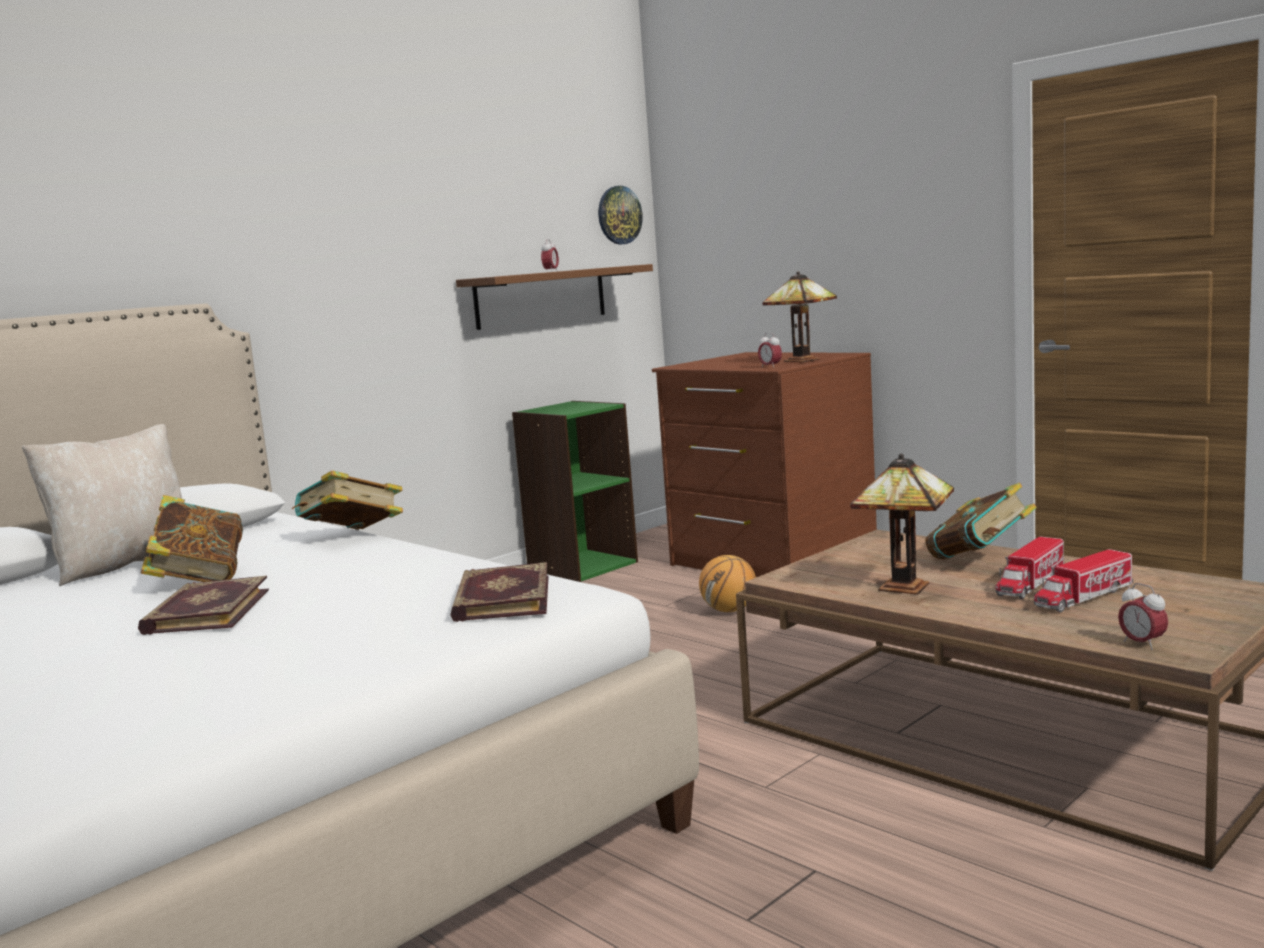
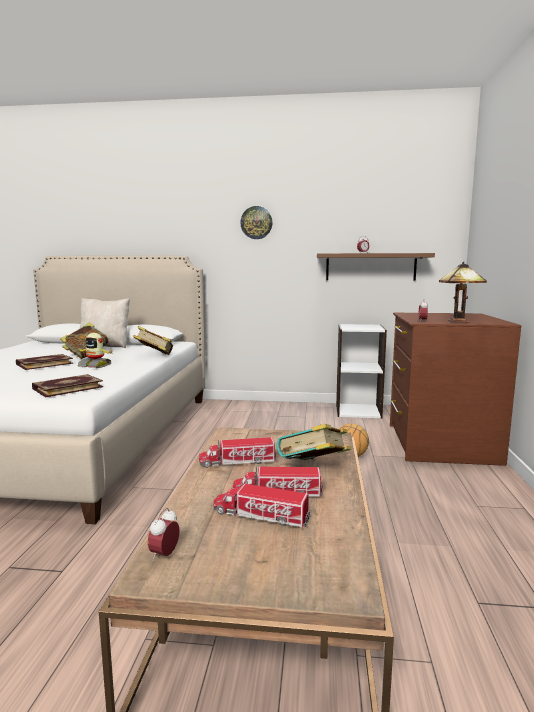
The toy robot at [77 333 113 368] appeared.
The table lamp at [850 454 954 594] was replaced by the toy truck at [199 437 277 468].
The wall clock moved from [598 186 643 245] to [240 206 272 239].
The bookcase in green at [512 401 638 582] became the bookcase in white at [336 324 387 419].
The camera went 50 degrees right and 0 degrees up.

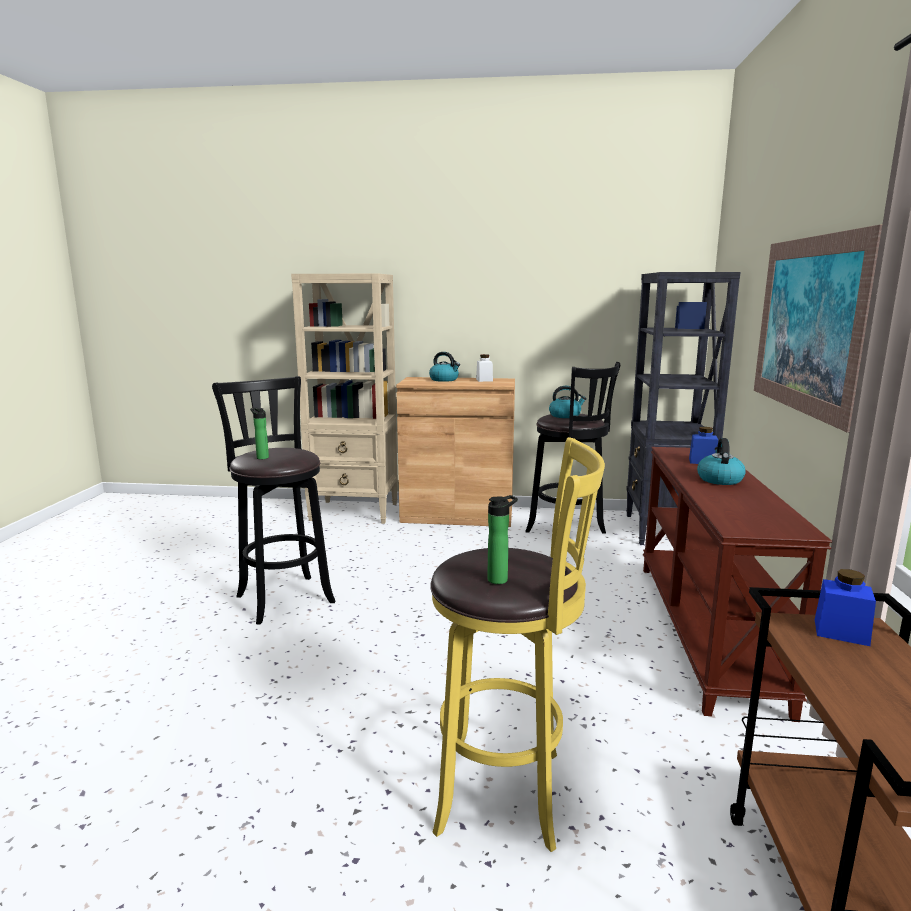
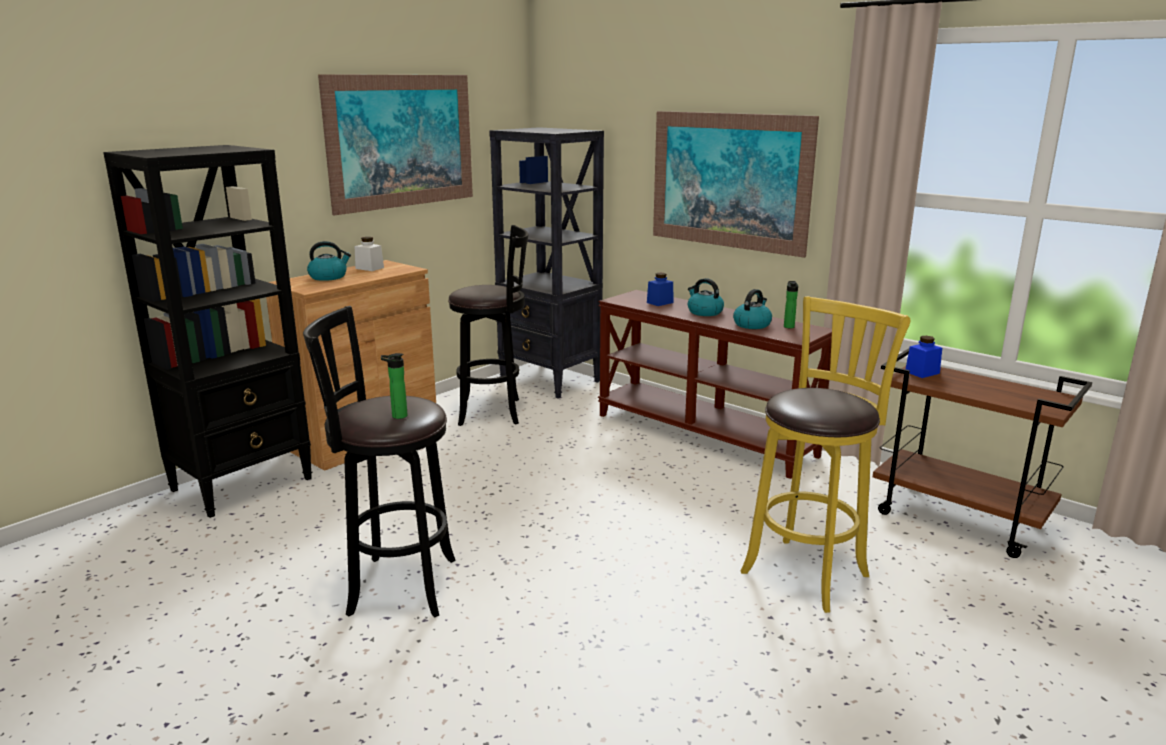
The bookcase in beige at [291 274 398 524] became the bookcase in black at [103 145 312 518].
The picture at [318 74 473 215] appeared.
The kettle moved from [549 386 587 418] to [733 289 772 329].
The bottle moved from [487 495 518 584] to [784 281 798 328].
The camera went 55 degrees left and 5 degrees up.

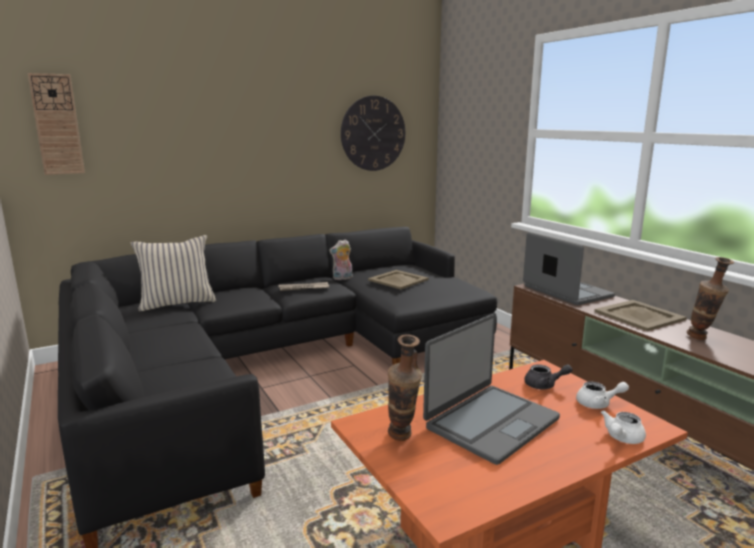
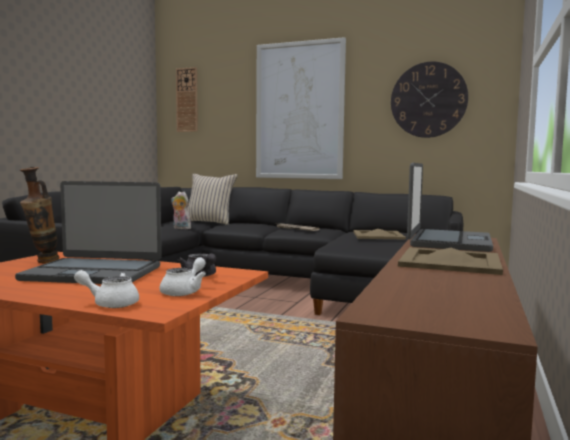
The teapot in white at [576 382 629 409] turned 120 degrees counterclockwise.
The plush toy moved from [329 239 352 280] to [171 191 191 229].
The picture at [256 37 346 179] appeared.
The vase at [687 257 734 340] disappeared.
The camera went 50 degrees right and 10 degrees down.

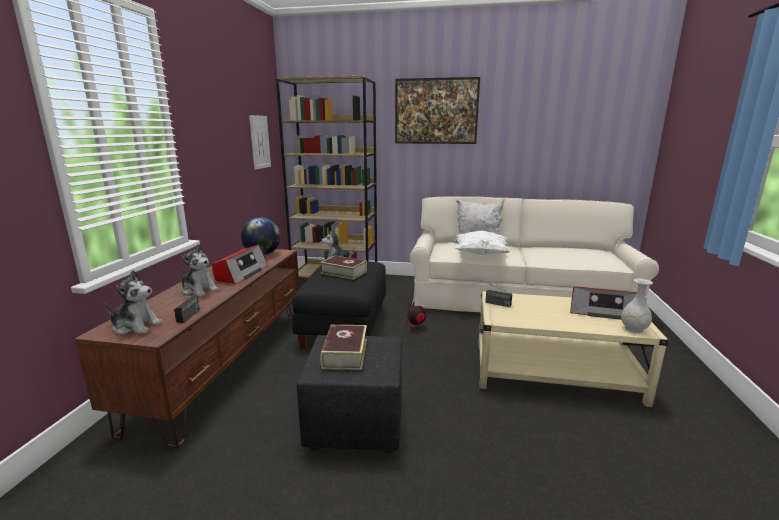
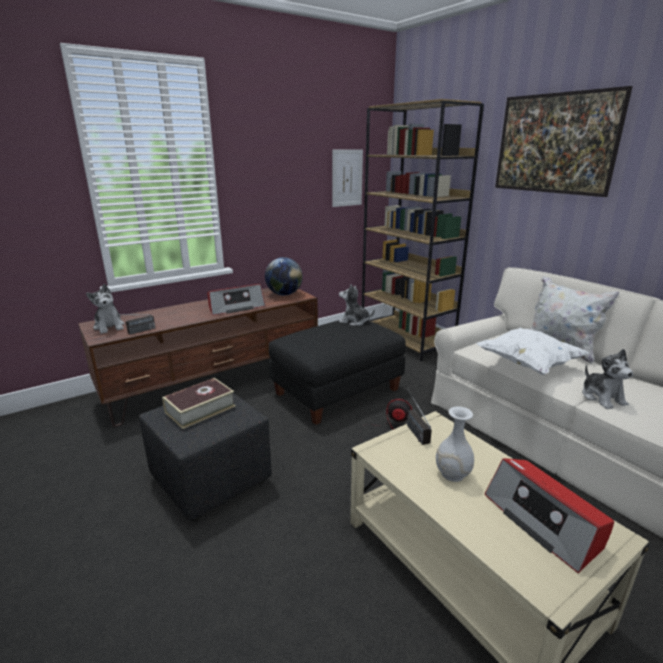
The vase in white moved from [621 278 653 333] to [436 406 474 482].
The plush toy moved from [182 244 219 297] to [582 349 633 409].
The book at [320 255 367 280] disappeared.
The camera went 45 degrees right and 5 degrees up.

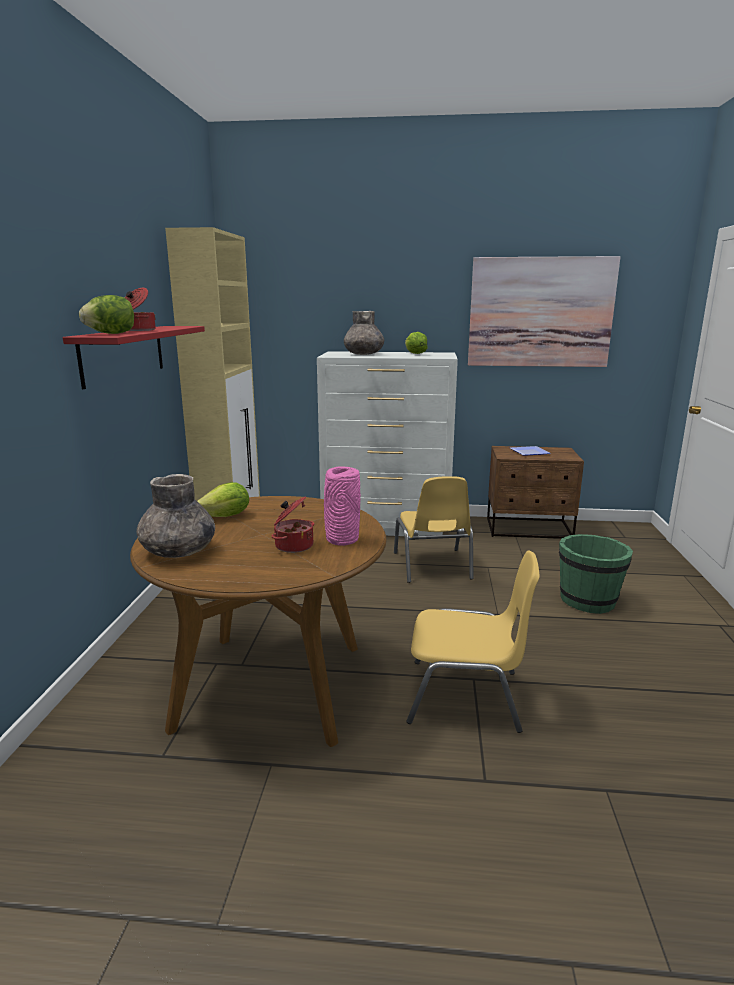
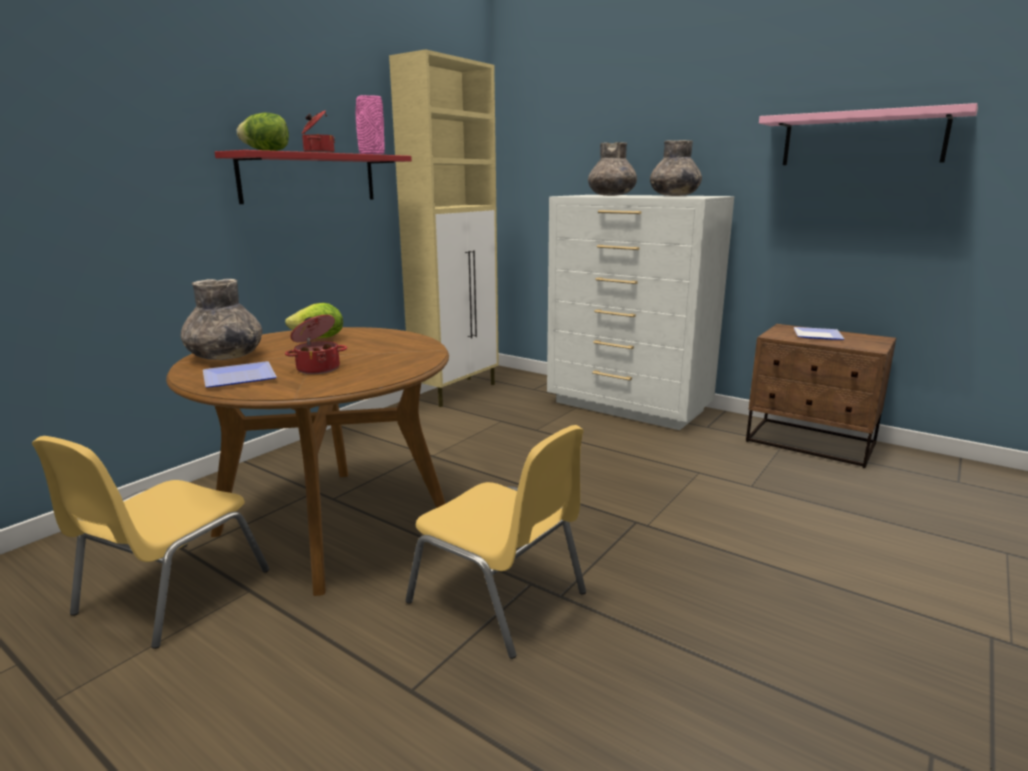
The chair in yellow moved from [394 476 474 583] to [32 436 269 649].
The plate at [203 361 277 388] appeared.
The vase in pink moved from [324 466 361 546] to [356 95 385 154].
The lettuce at [405 332 428 354] was replaced by the vase in grey at [650 140 702 196].
The picture at [468 256 620 367] was replaced by the shelf in pink at [759 103 978 165].
The bucket in green at [559 534 633 614] disappeared.
The camera went 30 degrees right and 0 degrees up.

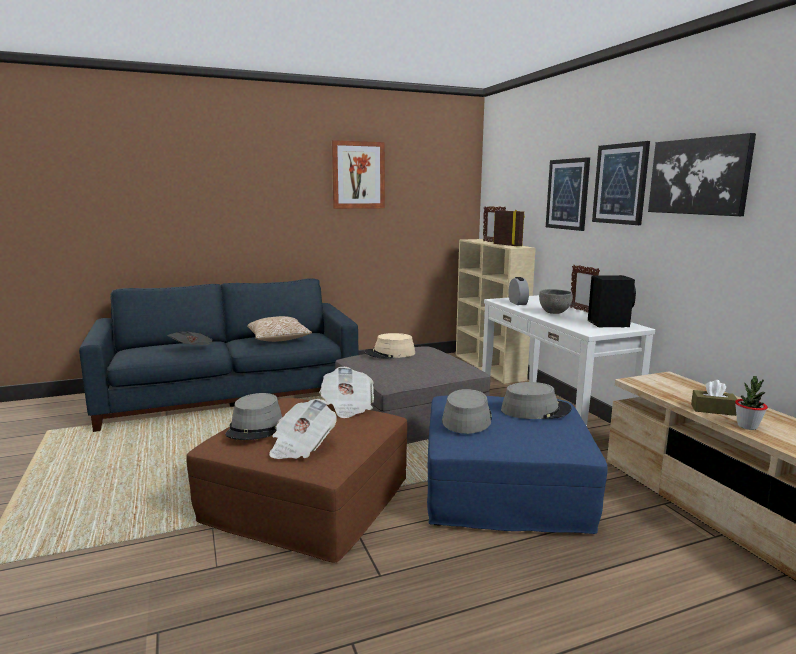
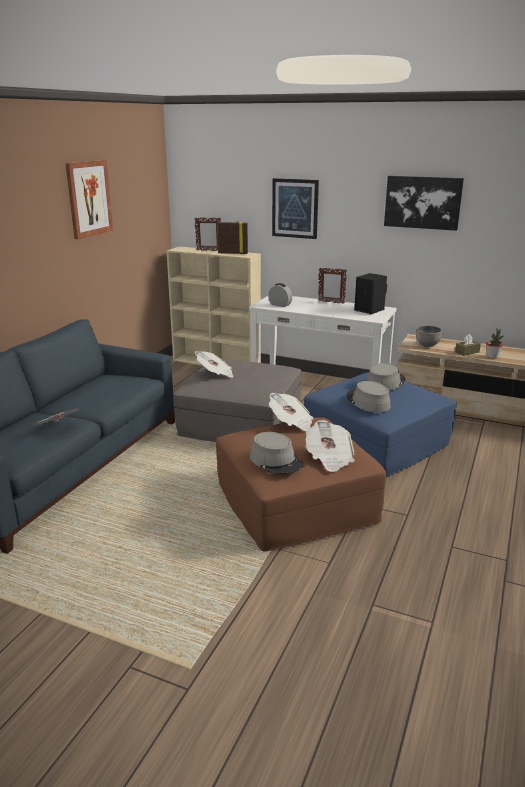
The hat in beige at [364 333 415 359] was replaced by the newspaper at [195 351 233 378].
The bowl in grey moved from [539 289 573 314] to [416 326 442 347].
The pillow at [247 316 312 342] disappeared.
The picture at [592 141 650 225] disappeared.
The camera went 45 degrees left and 10 degrees up.

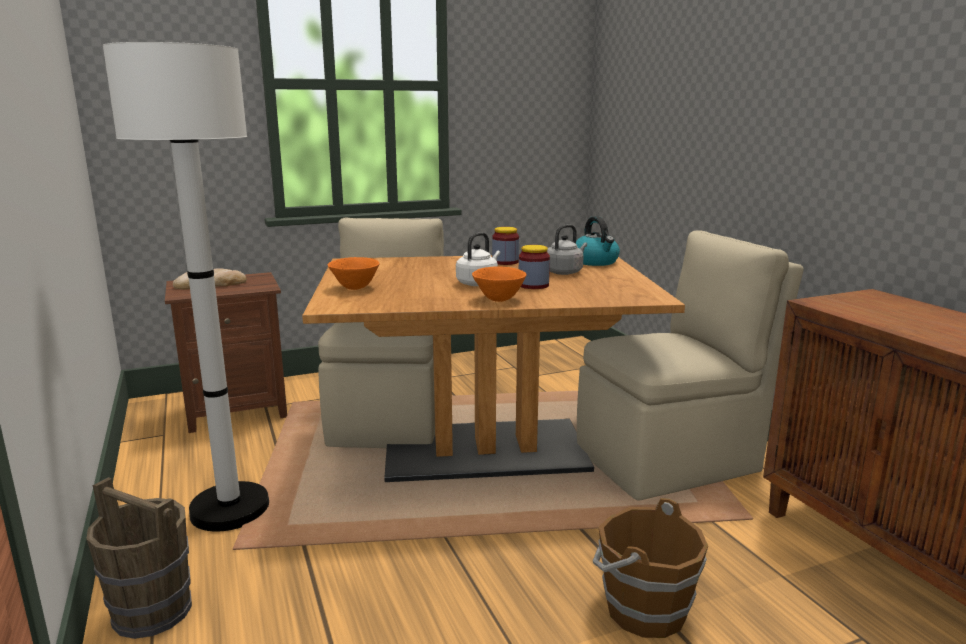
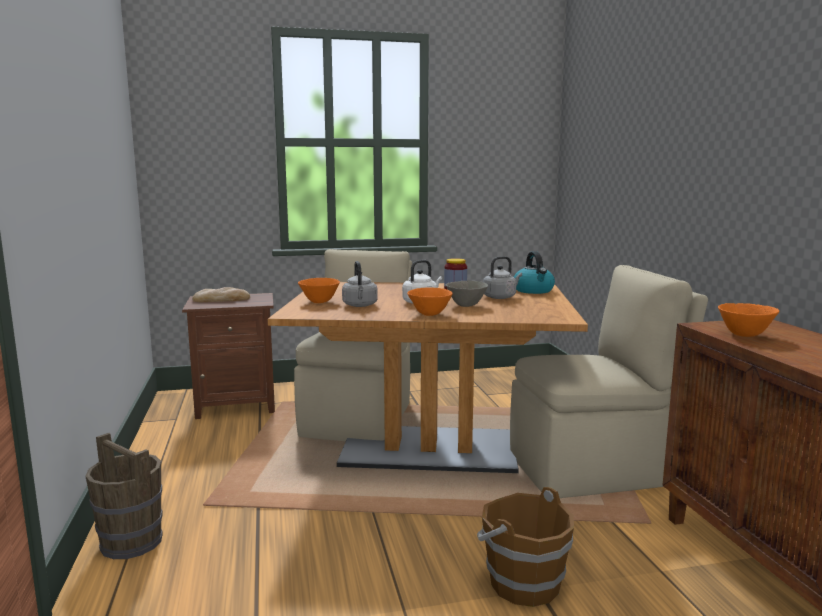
The kettle in grey at [342 261 378 307] appeared.
The jar at [519 245 550 289] was replaced by the bowl in grey at [446 281 488 307].
The bowl in orange at [718 303 779 337] appeared.
The floor lamp in white at [103 42 269 531] disappeared.
The camera went 10 degrees right and 5 degrees down.

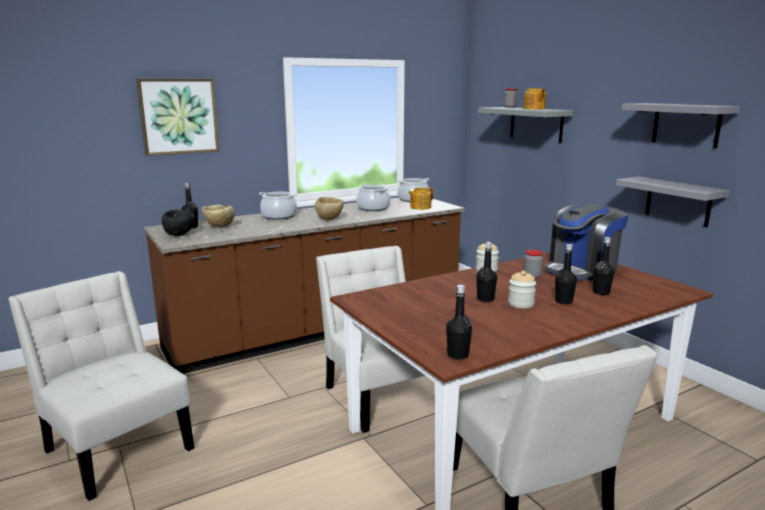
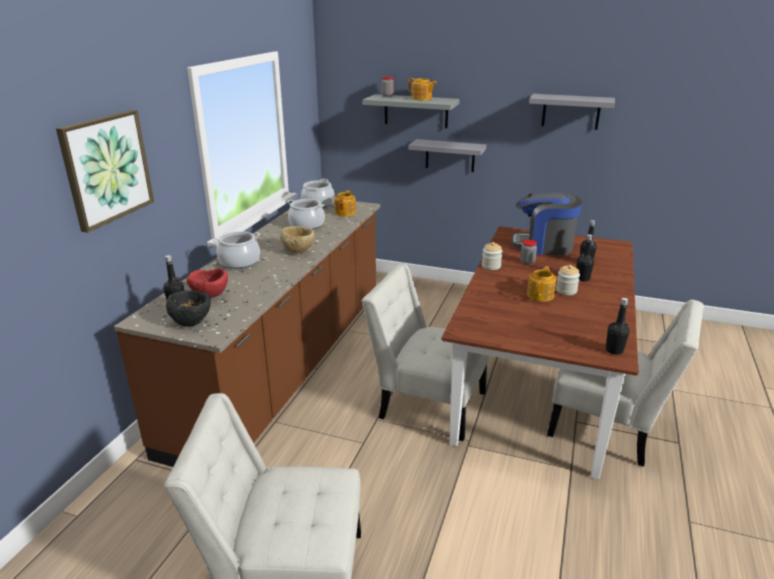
The bowl in beige at [202 205 235 227] became the bowl in red at [187 268 228 298].
The shelf in grey moved from [616 177 729 227] to [409 139 486 172].
The coffee machine at [545 204 628 280] turned 90 degrees clockwise.
The bottle in black at [476 242 497 302] was replaced by the teapot at [527 266 557 302].
The camera went 40 degrees left and 10 degrees up.

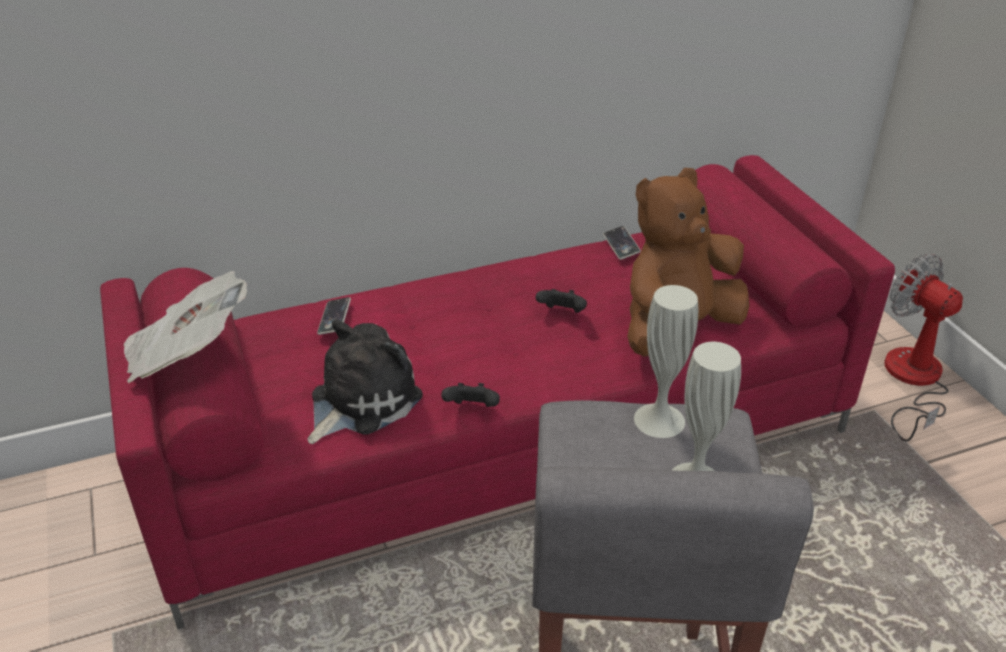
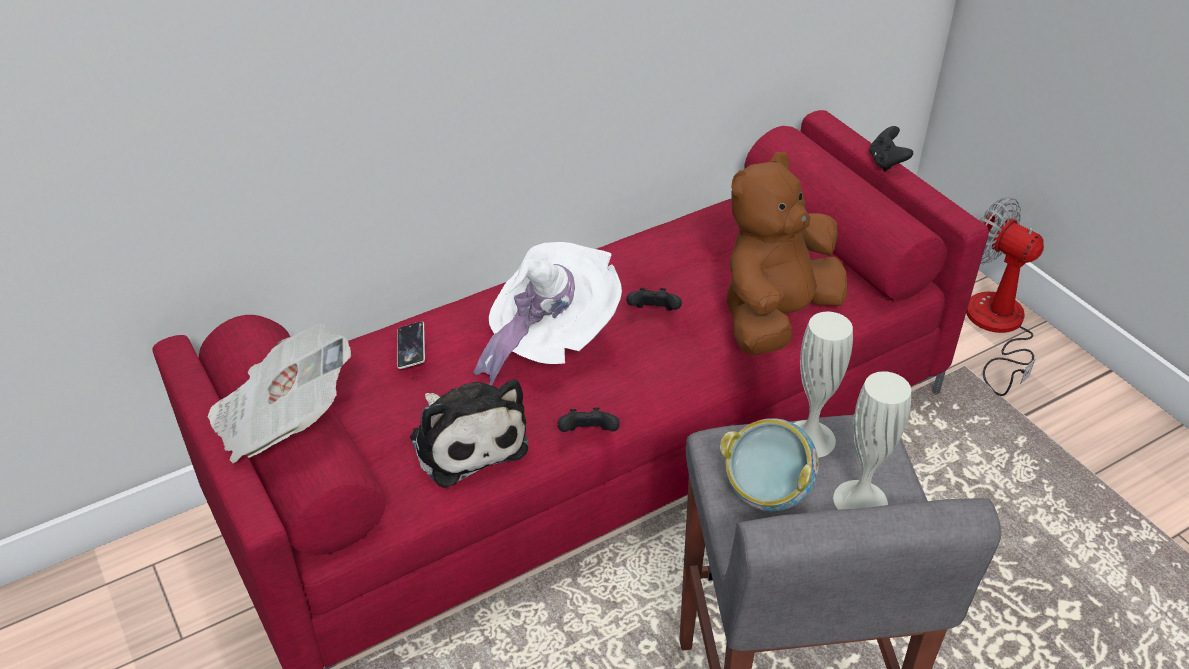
The plush toy at [308 319 423 444] turned 120 degrees clockwise.
The hat in white at [473 242 622 385] appeared.
The bowl at [720 418 819 511] appeared.
The game controller in black at [869 126 913 171] appeared.
The phone at [603 226 641 260] disappeared.
The camera went 10 degrees left and 5 degrees up.

